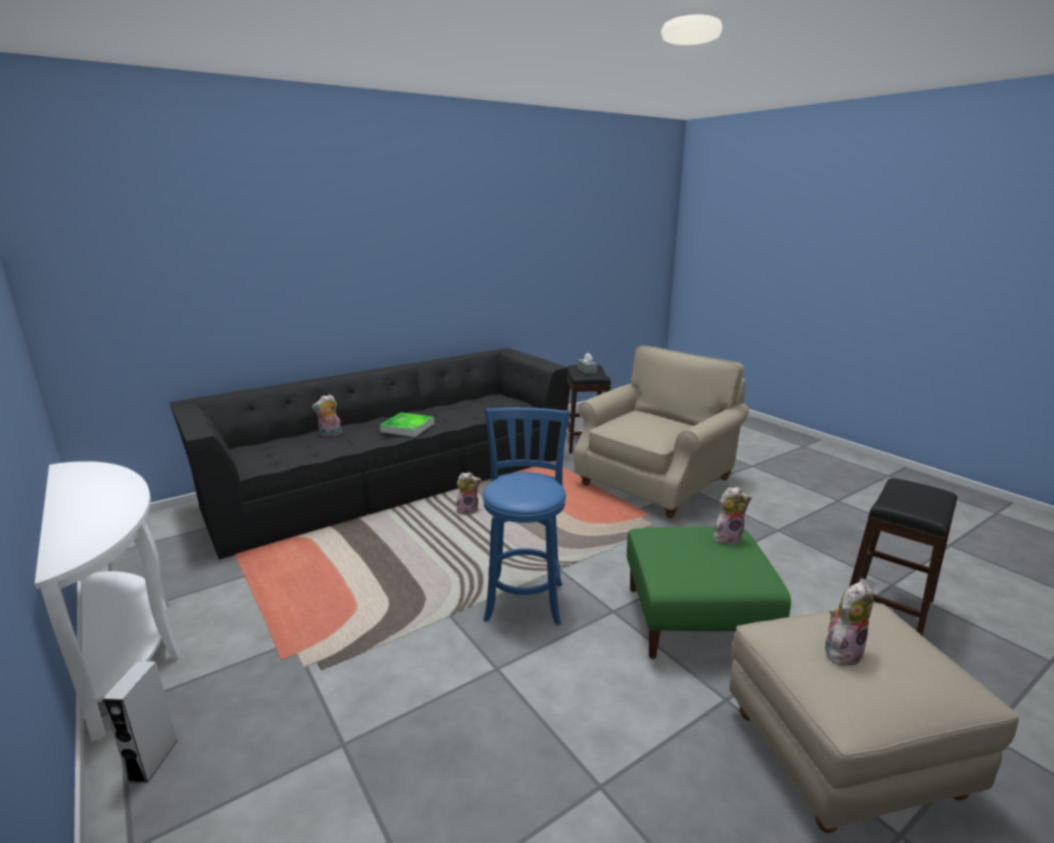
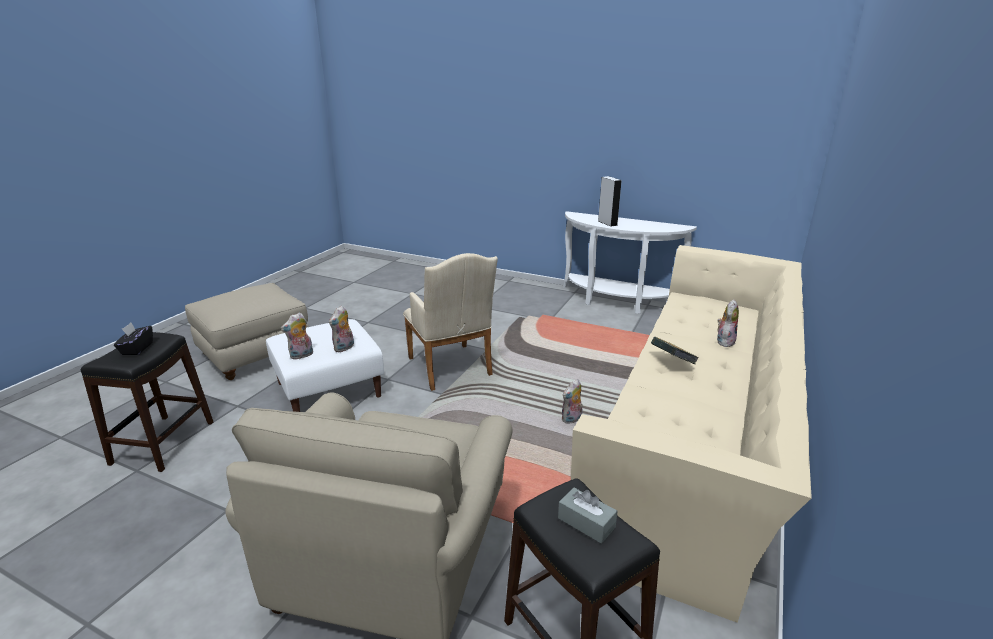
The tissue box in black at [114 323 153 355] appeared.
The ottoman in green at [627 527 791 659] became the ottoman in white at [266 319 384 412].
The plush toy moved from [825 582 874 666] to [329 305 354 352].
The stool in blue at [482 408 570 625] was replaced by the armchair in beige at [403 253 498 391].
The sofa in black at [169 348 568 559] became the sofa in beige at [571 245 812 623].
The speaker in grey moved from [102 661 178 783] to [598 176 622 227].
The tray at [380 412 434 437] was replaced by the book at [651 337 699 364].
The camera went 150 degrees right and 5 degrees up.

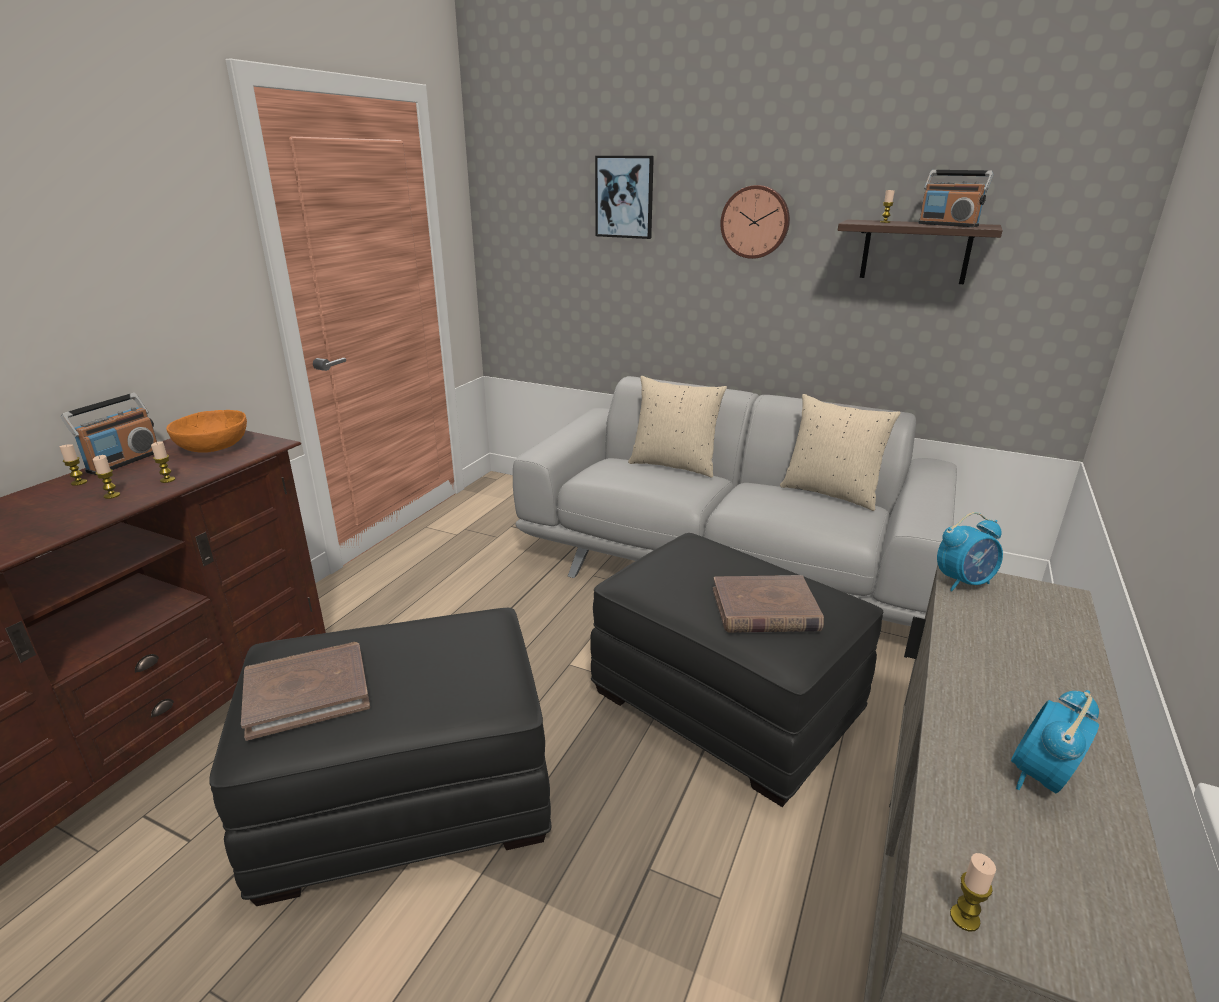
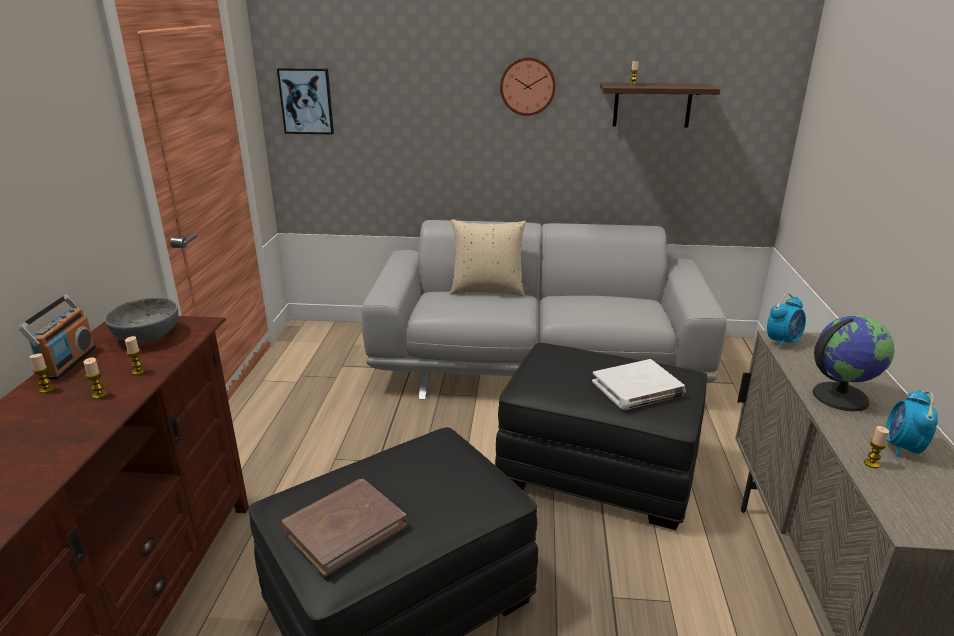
The bowl in orange at [166 410 247 453] became the bowl in grey at [104 297 178 342].
The picture moved from [595 156 654 239] to [277 68 334 134].
The book in brown at [713 575 824 633] became the book in white at [592 359 685 410].
The globe at [812 315 894 412] appeared.
The candle moved from [950 853 996 932] to [864 426 889 468].
The pillow in beige at [780 394 901 511] disappeared.
The radio at [918 170 993 227] disappeared.
The camera went 20 degrees left and 0 degrees up.

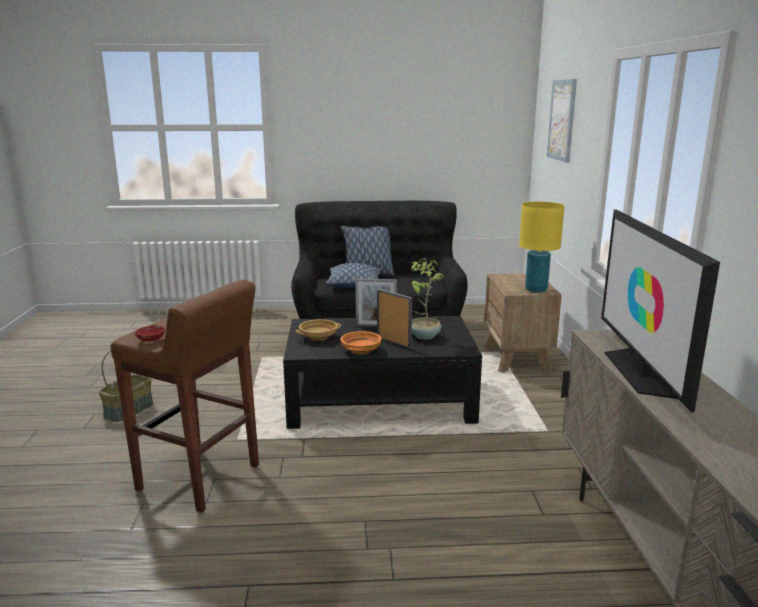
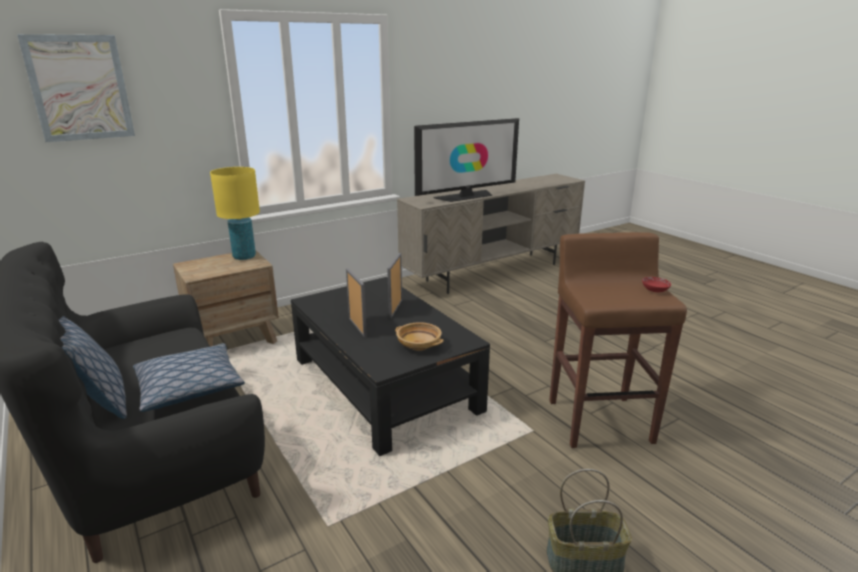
The bowl in orange at [340 331 382 354] disappeared.
The potted plant at [409 259 444 340] disappeared.
The camera went 120 degrees left and 5 degrees up.

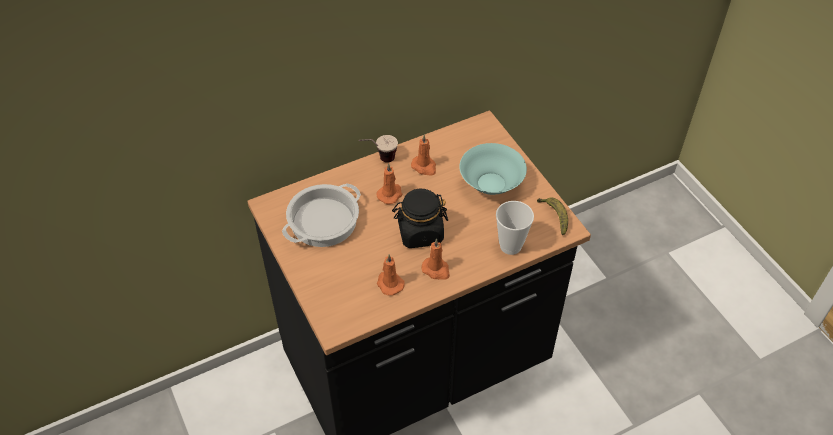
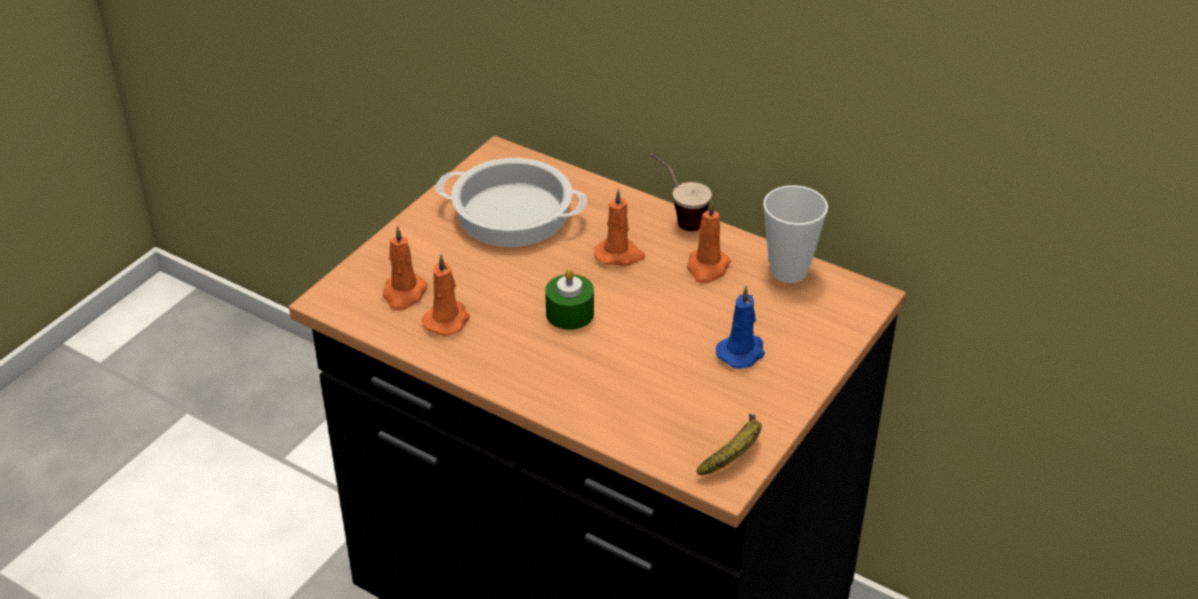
The candle in orange moved from [421 239 450 280] to [383 226 428 311].
The jar in black at [392 189 448 248] was replaced by the candle in green at [545 269 594 330].
The bowl in turquoise at [459 143 527 195] was replaced by the candle in blue at [716 286 765 369].
The cup moved from [496 201 534 255] to [763 185 828 283].
The camera went 60 degrees right and 10 degrees down.

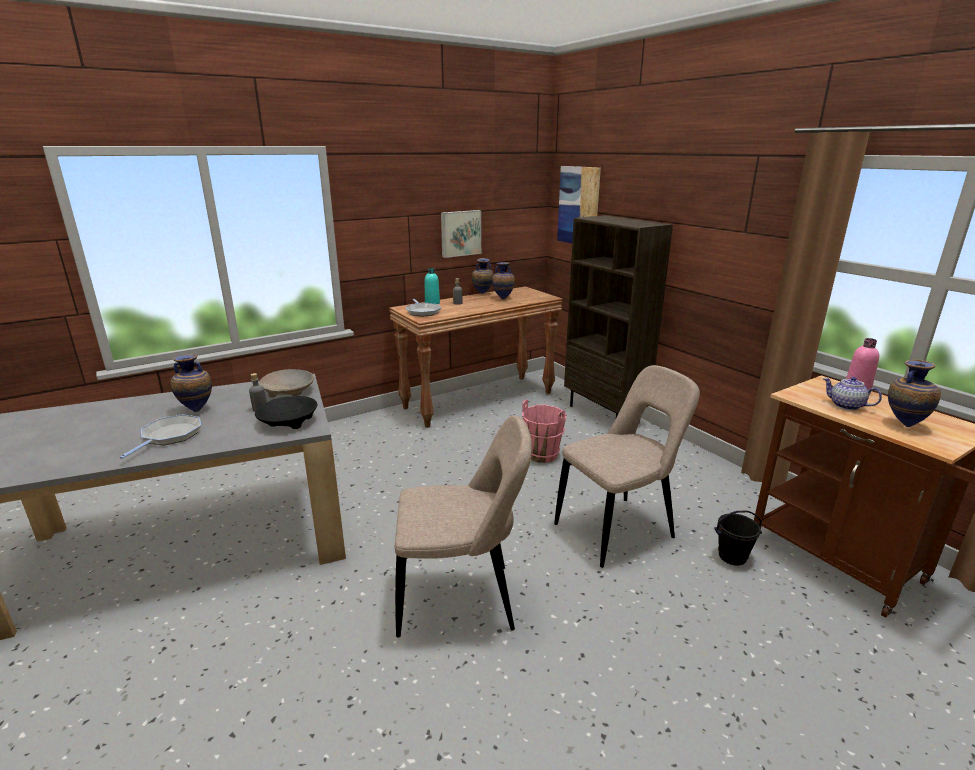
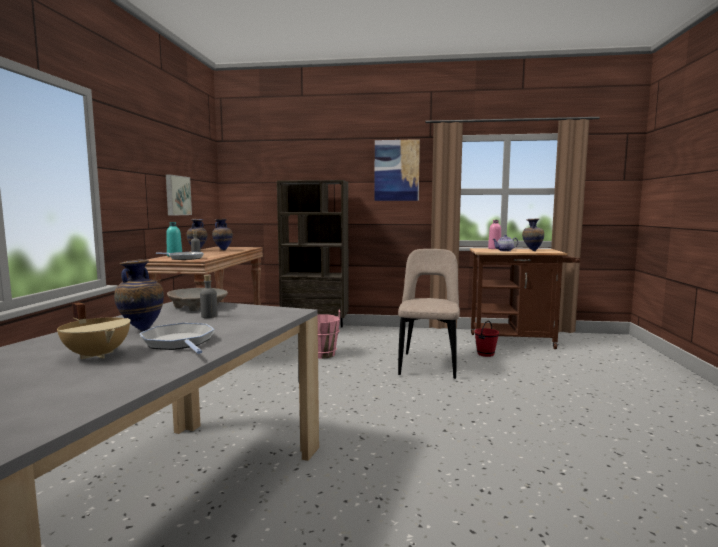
The cooking pot in beige at [57 302 131 359] appeared.
The picture moved from [557 166 601 243] to [374 139 420 201].
The bucket in black at [714 510 762 566] became the bucket in red at [474 321 499 357].
The bowl in black at [255 396 317 429] disappeared.
The chair in beige at [395 415 532 638] disappeared.
The camera went 50 degrees left and 15 degrees down.

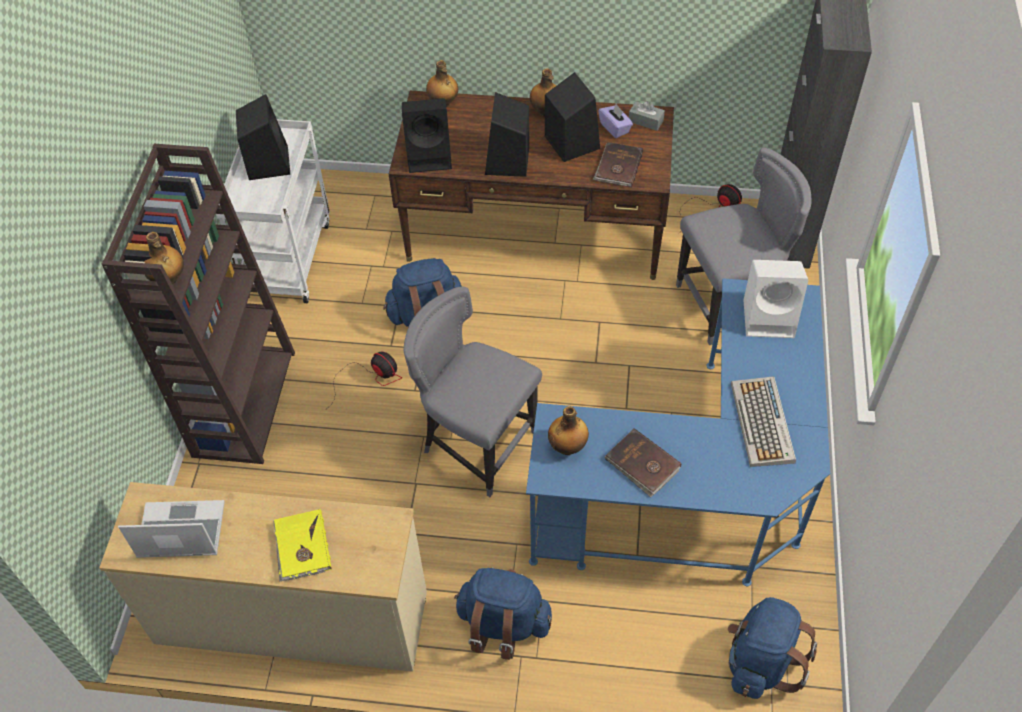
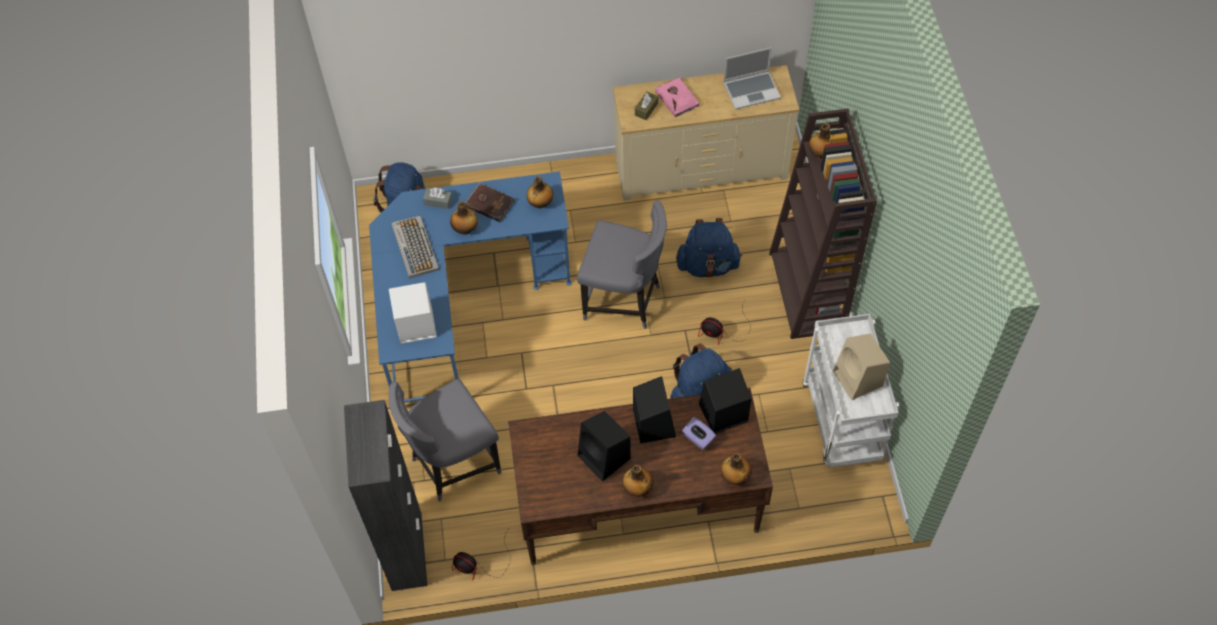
The tissue box in grey moved from [629 101 665 131] to [423 188 453 209].
The bottle at [450 201 478 235] appeared.
The tissue box in brown at [635 92 658 120] appeared.
The book in yellow at [273 509 332 582] became the book in pink at [655 77 700 118].
The backpack in blue moved from [454 568 552 660] to [676 218 742 277].
The tissue box in purple moved from [598 104 633 138] to [682 417 716 450].
The speaker in black at [236 94 290 180] became the speaker in beige at [833 334 890 400].
The book in brown at [593 142 643 188] disappeared.
The camera went 165 degrees right and 5 degrees up.

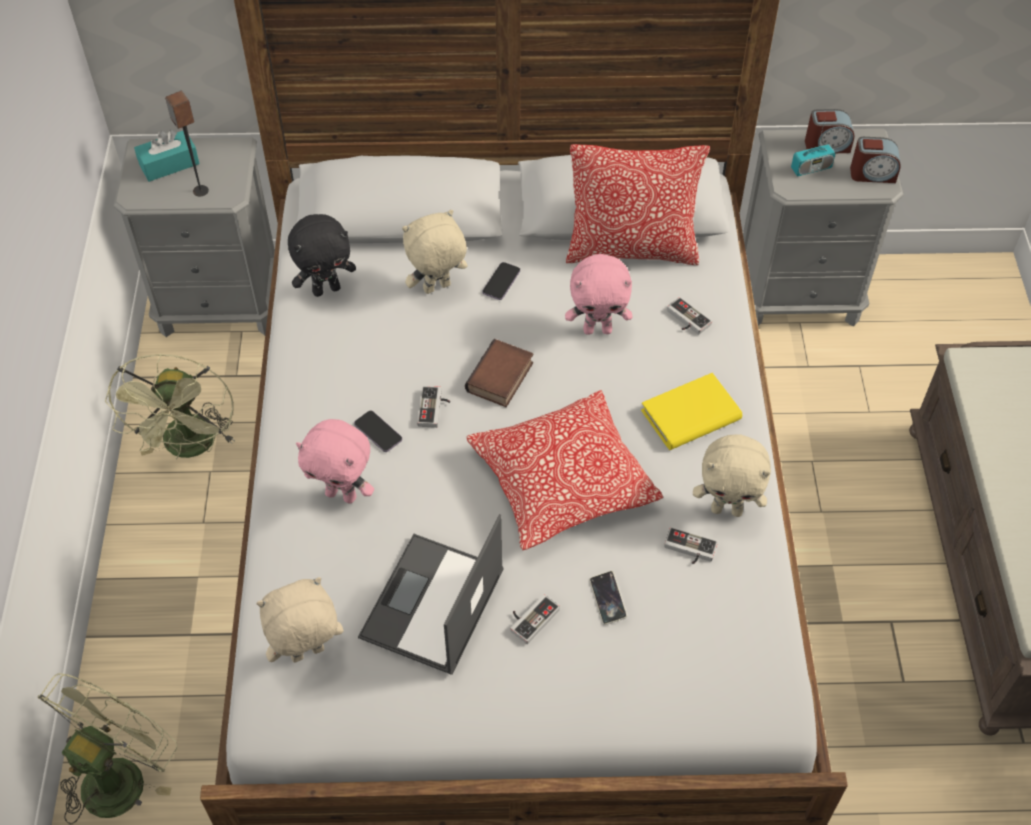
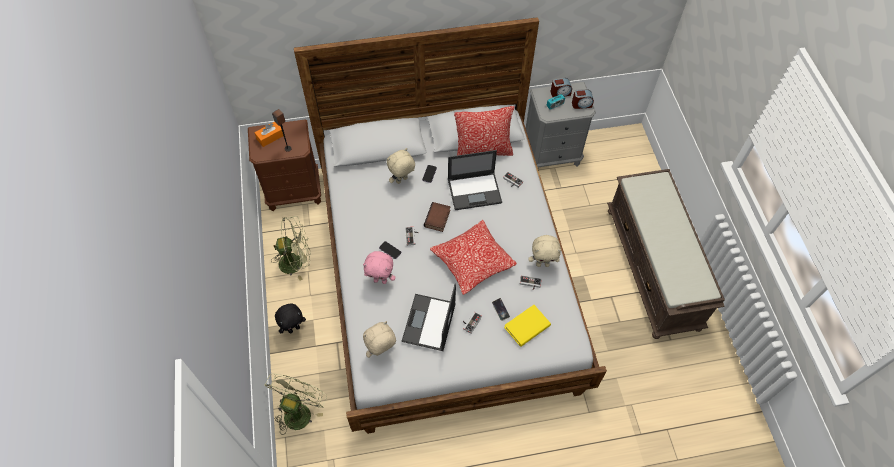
The nightstand in grey at [114 137 275 337] became the nightstand in brown at [248 120 321 211].
The tissue box in turquoise at [134 130 200 182] became the tissue box in orange at [254 122 283 147].
The fan in green at [105 353 235 459] turned 90 degrees counterclockwise.
The plush toy in black moved from [288 214 356 297] to [275 303 306 333].
The plush toy in pink at [565 254 632 335] was replaced by the laptop at [448 150 502 210].
The book in yellow moved from [641 373 742 450] to [504 305 551 347].
The camera went 10 degrees left and 5 degrees up.

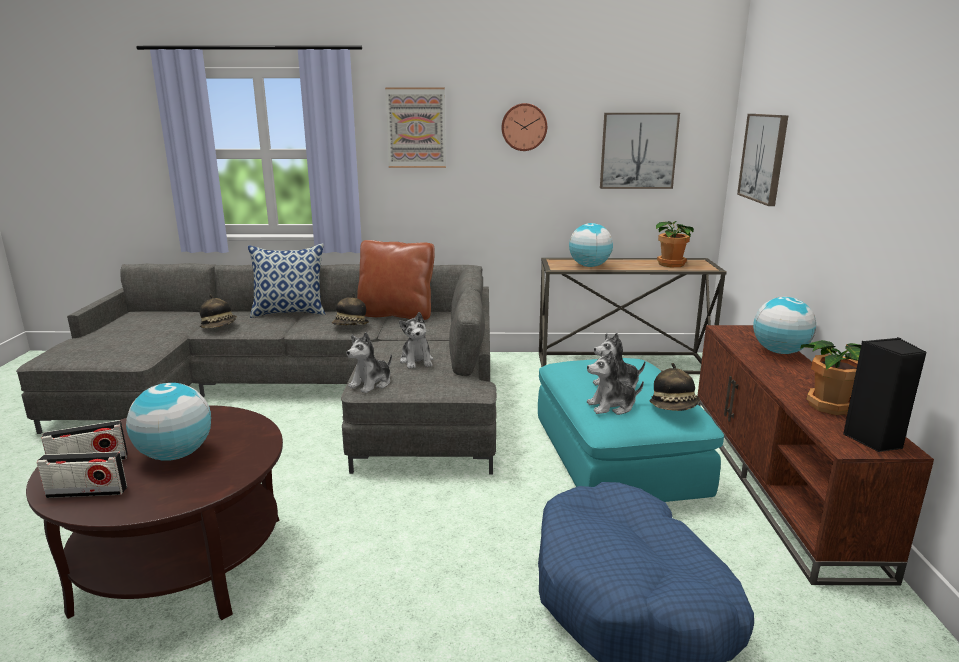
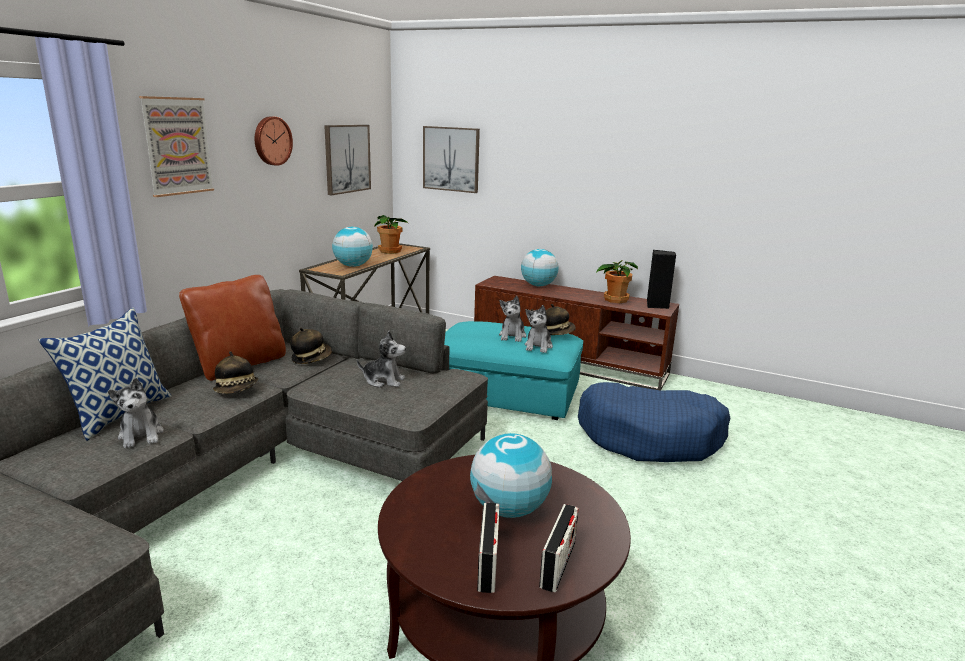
The plush toy moved from [347 332 392 393] to [108 378 164 448].
The hat moved from [200 295 237 328] to [290 327 332 364].
The camera went 65 degrees left and 0 degrees up.

